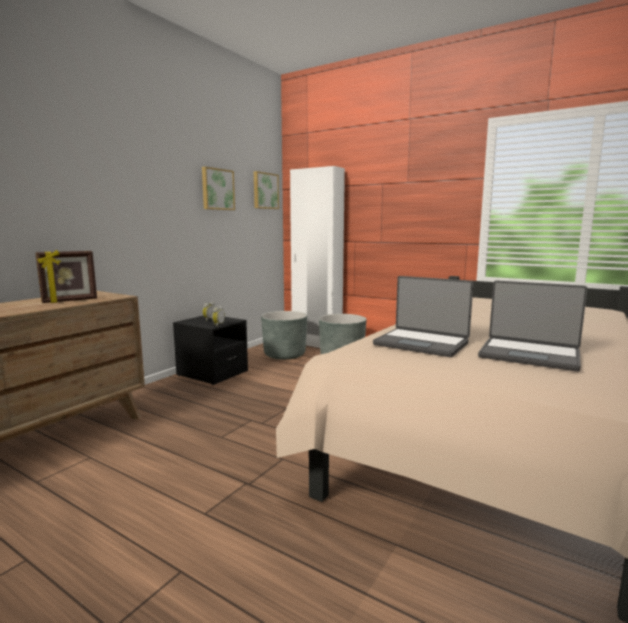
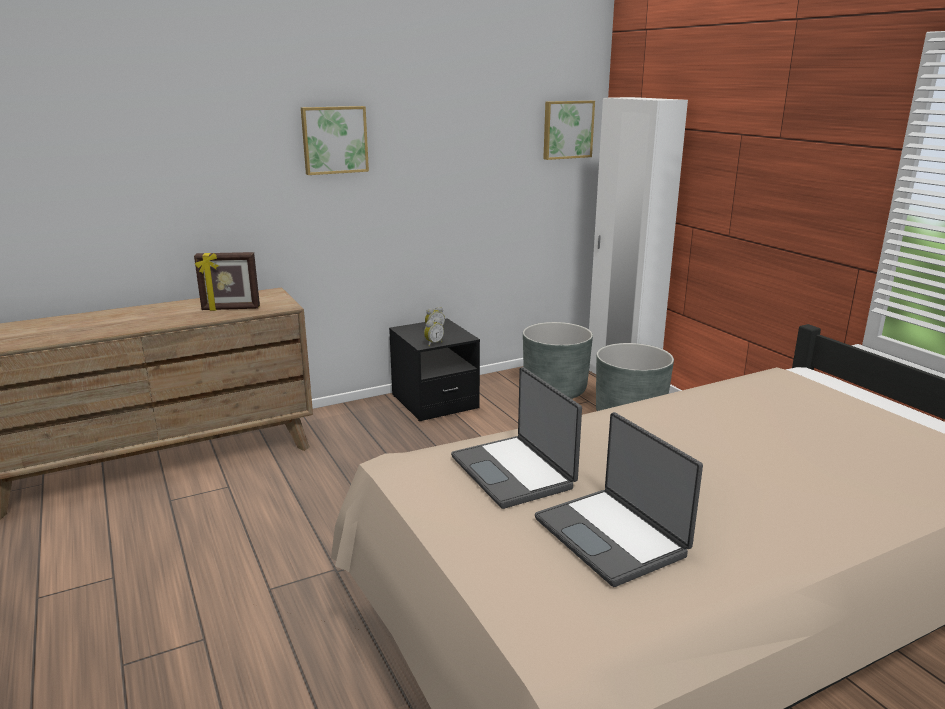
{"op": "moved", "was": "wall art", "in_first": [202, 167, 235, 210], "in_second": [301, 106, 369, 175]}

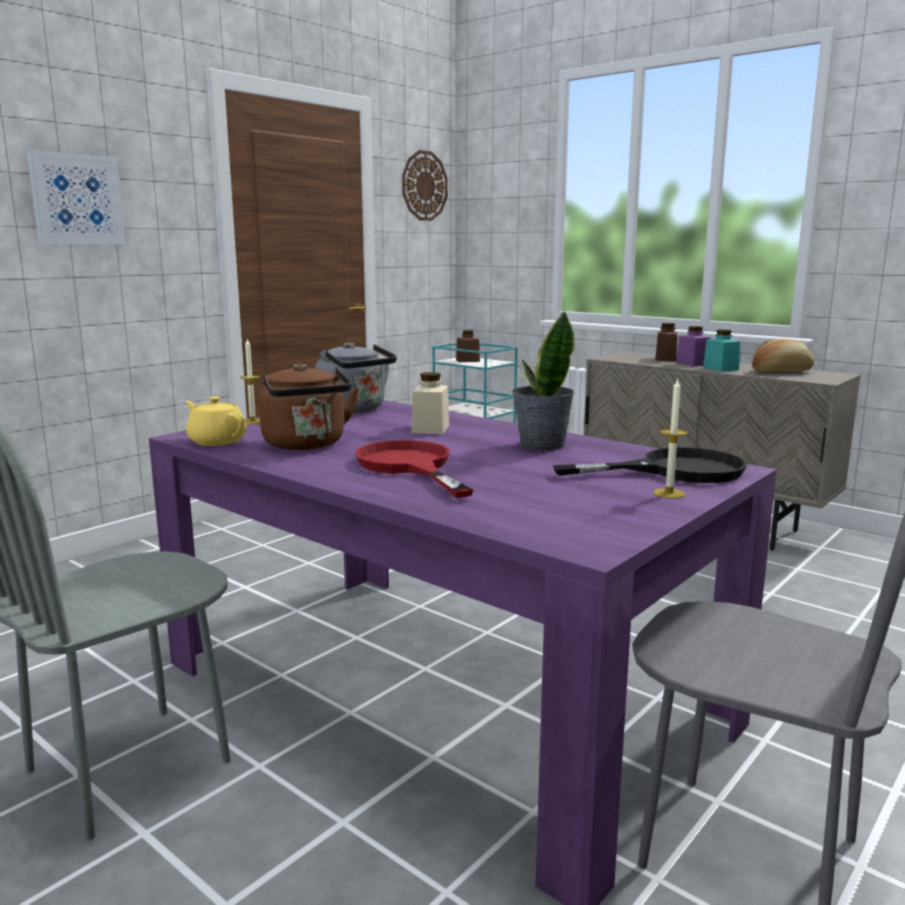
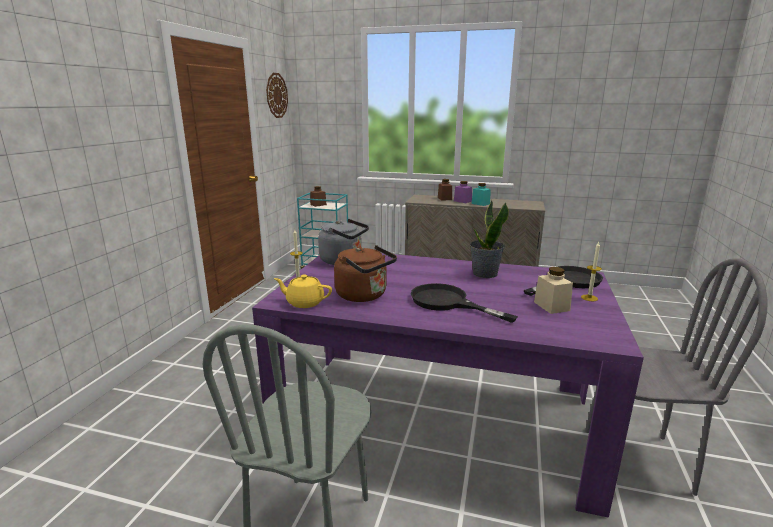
{"op": "recoloured", "was": "skillet (reddish)", "now": "skillet (black)", "in_first": [355, 440, 473, 498], "in_second": [411, 283, 518, 323]}
{"op": "moved", "was": "jar (beige)", "in_first": [411, 372, 449, 434], "in_second": [534, 267, 573, 314]}
{"op": "removed", "was": "wall art", "in_first": [27, 150, 126, 244]}
{"op": "removed", "was": "bakery bread", "in_first": [752, 339, 814, 373]}

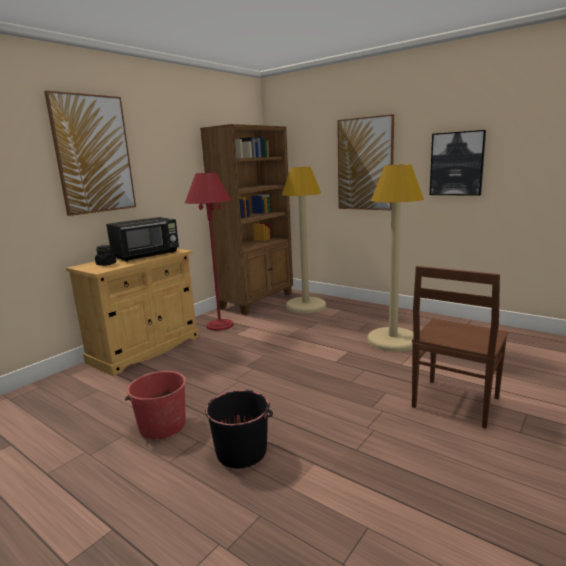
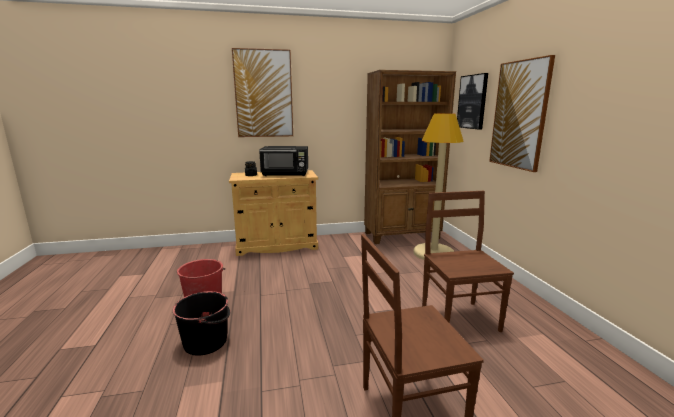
{"op": "replaced", "was": "standard lamp (beige)", "now": "upright chair (brown)", "in_first": [367, 164, 424, 352], "in_second": [422, 191, 514, 332]}
{"op": "moved", "was": "wall art", "in_first": [430, 130, 486, 196], "in_second": [457, 73, 488, 130]}
{"op": "removed", "was": "standard lamp (reddish)", "in_first": [185, 172, 233, 331]}

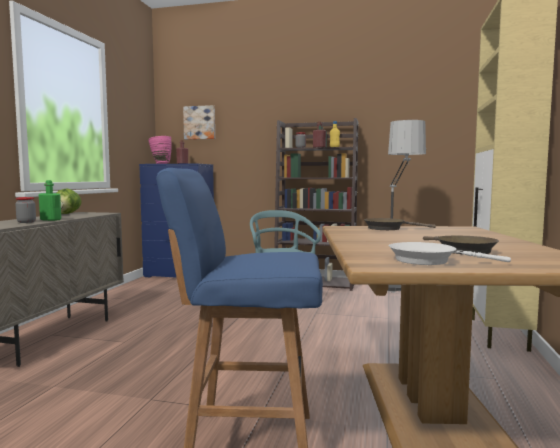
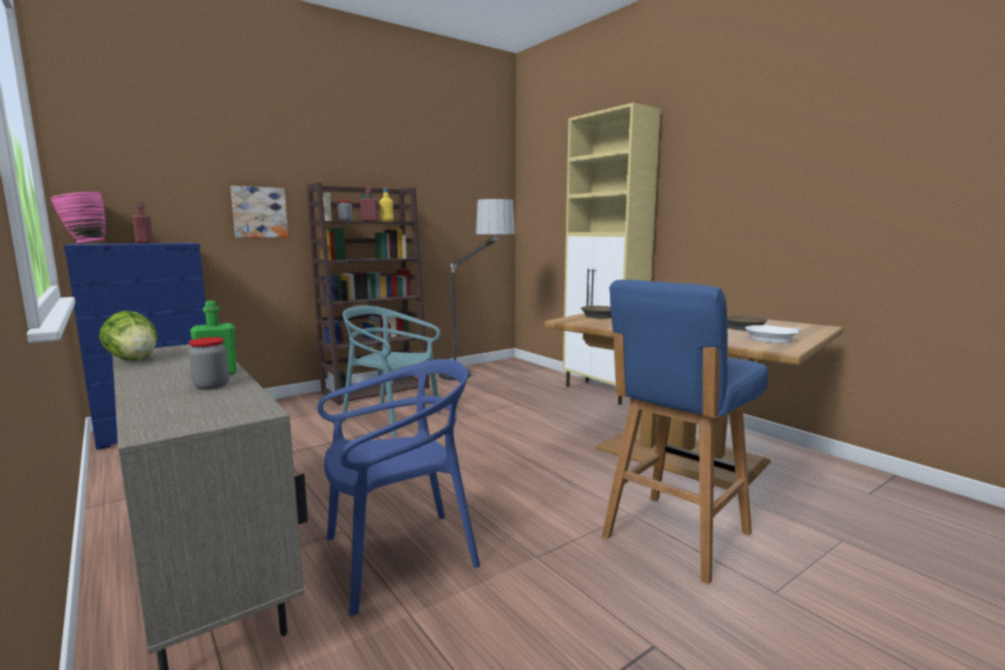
{"op": "moved", "was": "wall art", "in_first": [183, 105, 215, 140], "in_second": [231, 186, 288, 238]}
{"op": "added", "now": "upright chair (blue-coloured)", "in_second": [317, 359, 480, 615]}

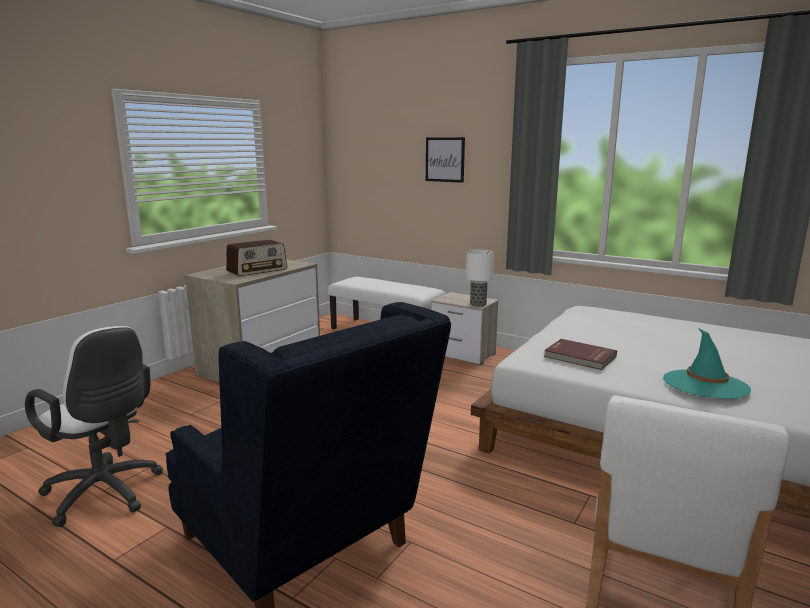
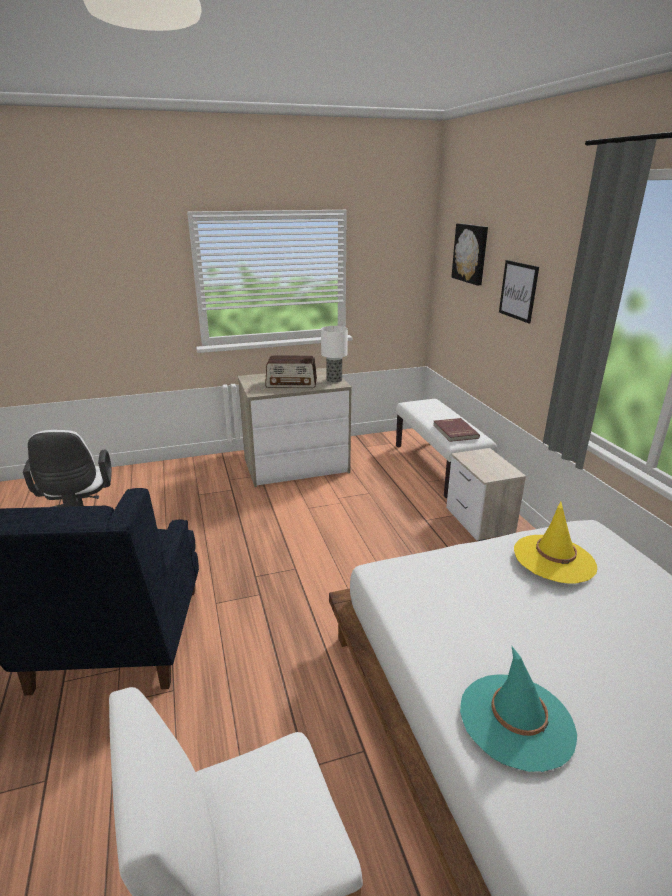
{"op": "moved", "was": "tabletop lamp", "in_first": [466, 249, 494, 307], "in_second": [321, 326, 348, 383]}
{"op": "moved", "was": "book (reddish)", "in_first": [544, 339, 617, 370], "in_second": [433, 418, 480, 442]}
{"op": "added", "now": "wall art", "in_second": [451, 223, 488, 285]}
{"op": "added", "now": "hat (yellow)", "in_second": [514, 501, 597, 584]}

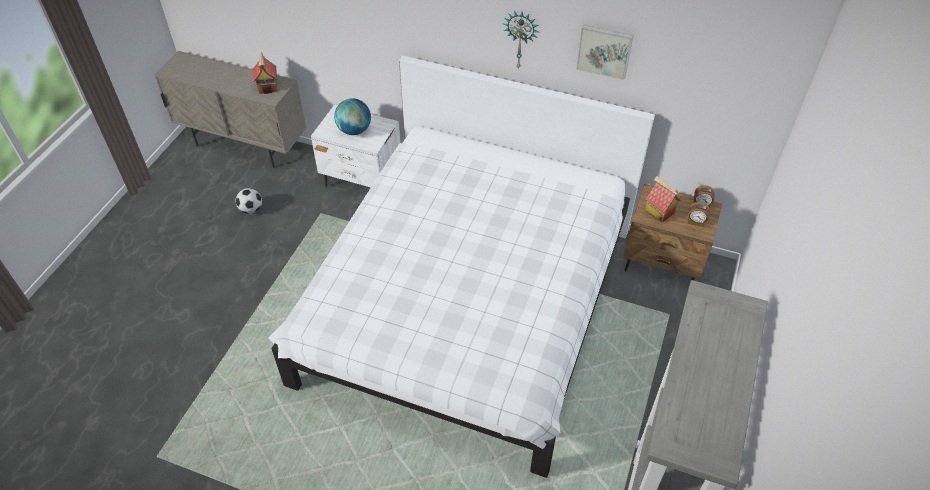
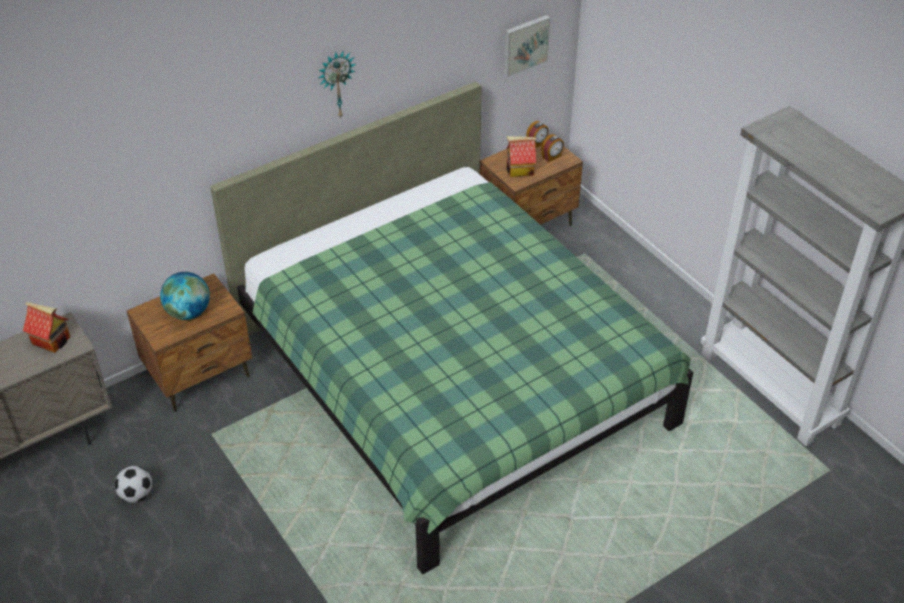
{"op": "recoloured", "was": "nightstand (white-coloured)", "now": "nightstand (brown)", "in_first": [311, 105, 400, 187], "in_second": [127, 274, 252, 412]}
{"op": "recoloured", "was": "bedroom bed (white-coloured)", "now": "bedroom bed (greenish)", "in_first": [269, 56, 655, 478], "in_second": [210, 82, 693, 574]}
{"op": "moved", "was": "wall art", "in_first": [576, 24, 633, 80], "in_second": [504, 15, 550, 77]}

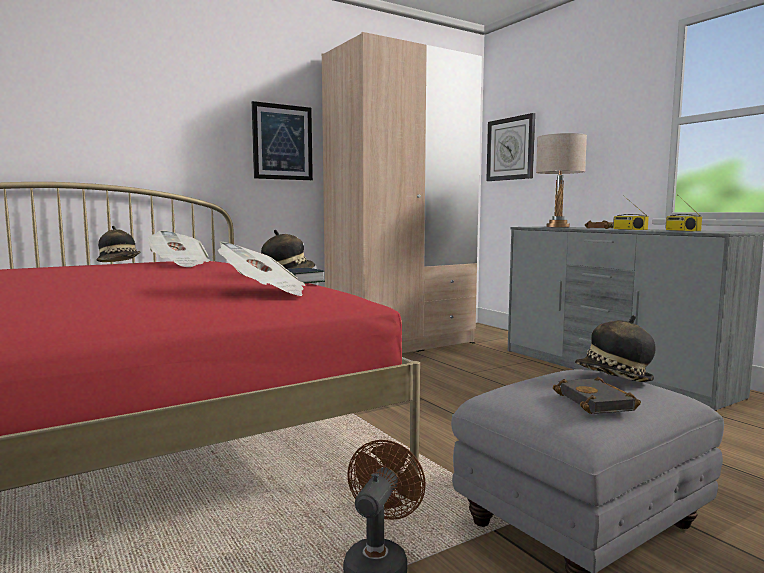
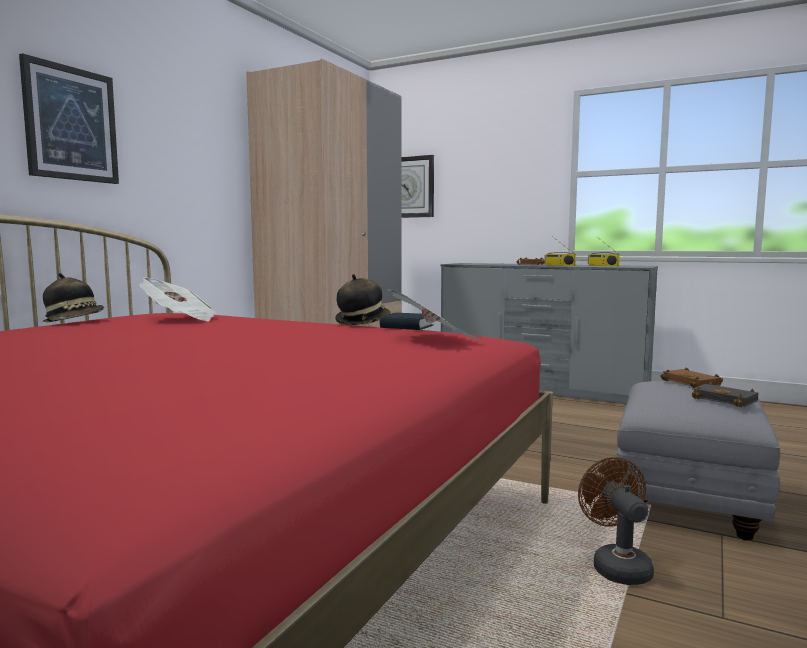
{"op": "moved", "was": "wall art", "in_first": [252, 101, 313, 180], "in_second": [19, 53, 119, 184]}
{"op": "replaced", "was": "hat", "now": "book (brown)", "in_first": [575, 315, 655, 382], "in_second": [660, 367, 723, 388]}
{"op": "removed", "was": "tabletop lamp (beige)", "in_first": [536, 133, 587, 227]}

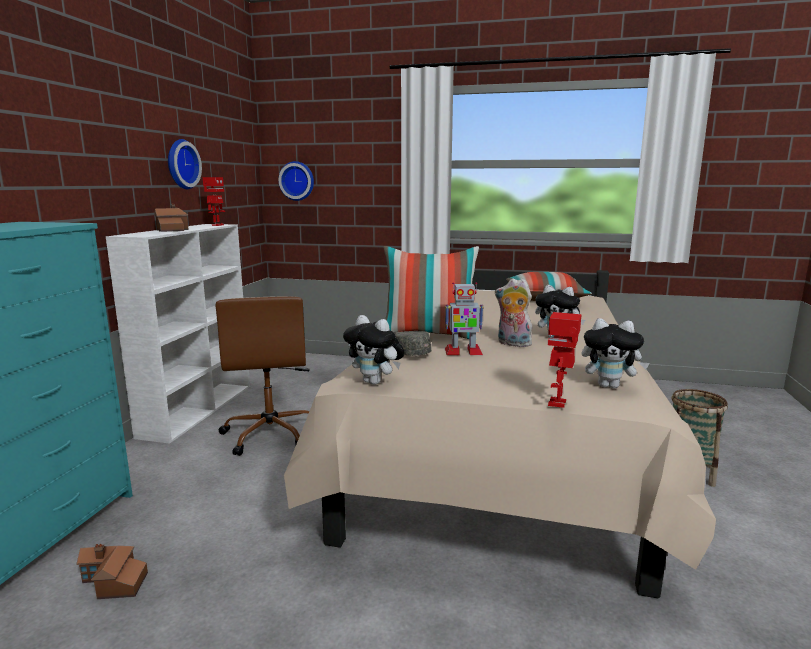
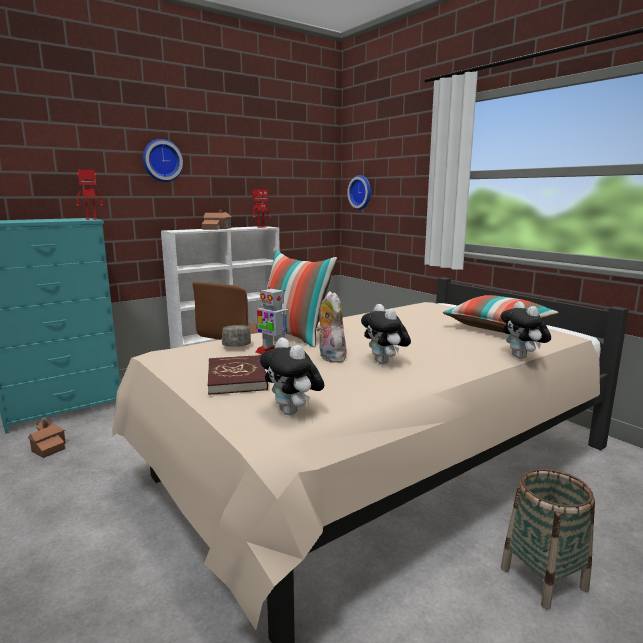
{"op": "moved", "was": "toy robot", "in_first": [548, 312, 582, 408], "in_second": [76, 170, 104, 220]}
{"op": "moved", "was": "wall clock", "in_first": [168, 139, 202, 189], "in_second": [143, 139, 183, 182]}
{"op": "added", "now": "book (reddish)", "in_second": [207, 355, 268, 395]}
{"op": "moved", "was": "cuddly toy", "in_first": [343, 315, 405, 385], "in_second": [500, 301, 551, 359]}

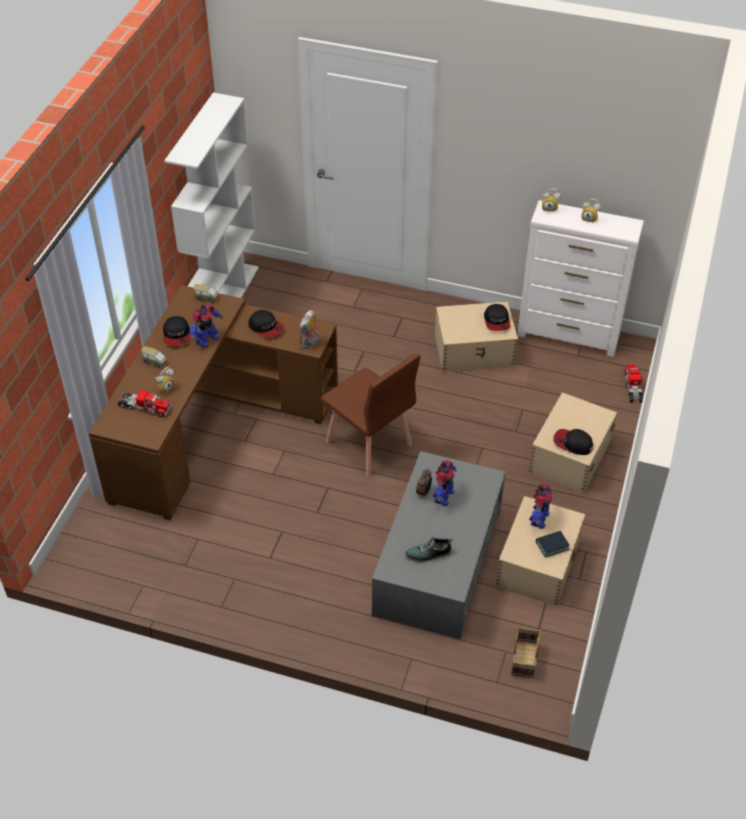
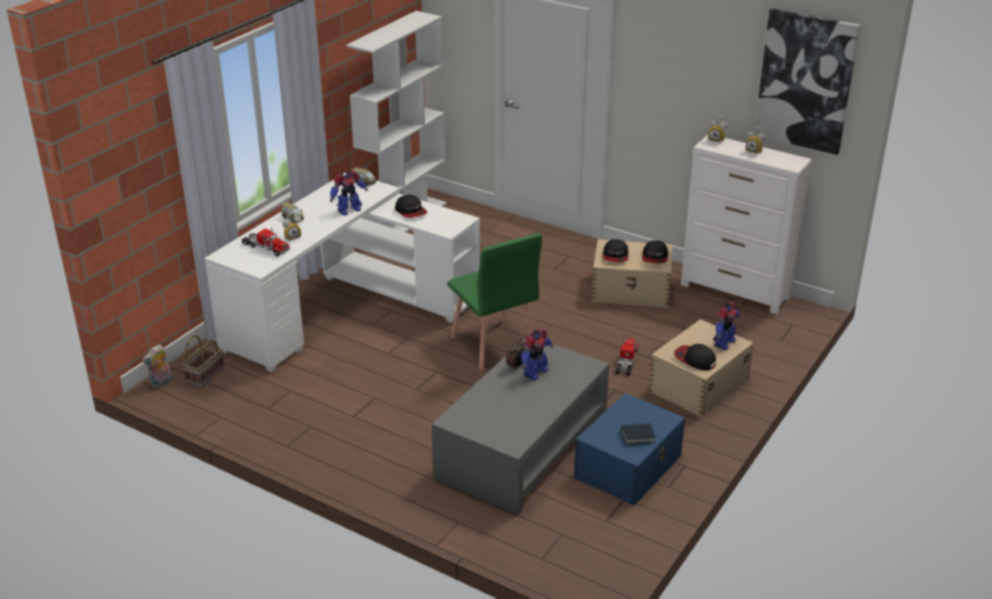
{"op": "moved", "was": "cuddly toy", "in_first": [299, 310, 319, 349], "in_second": [142, 345, 172, 388]}
{"op": "moved", "was": "household basket", "in_first": [511, 626, 541, 678], "in_second": [182, 335, 224, 388]}
{"op": "recoloured", "was": "desk table (brown)", "now": "desk table (white-coloured)", "in_first": [88, 285, 338, 520], "in_second": [204, 172, 480, 372]}
{"op": "recoloured", "was": "upright chair (brown)", "now": "upright chair (greenish)", "in_first": [321, 353, 420, 477], "in_second": [447, 233, 542, 370]}
{"op": "recoloured", "was": "storage container (beige)", "now": "storage container (blue-coloured)", "in_first": [495, 496, 585, 606], "in_second": [574, 393, 685, 506]}
{"op": "moved", "was": "cap", "in_first": [163, 316, 190, 346], "in_second": [603, 239, 628, 262]}
{"op": "moved", "was": "toy lorry", "in_first": [624, 363, 643, 403], "in_second": [616, 338, 639, 376]}
{"op": "moved", "was": "toy robot", "in_first": [529, 483, 552, 529], "in_second": [713, 301, 740, 350]}
{"op": "added", "now": "wall art", "in_second": [754, 8, 860, 155]}
{"op": "removed", "was": "low shoe", "in_first": [405, 537, 452, 562]}

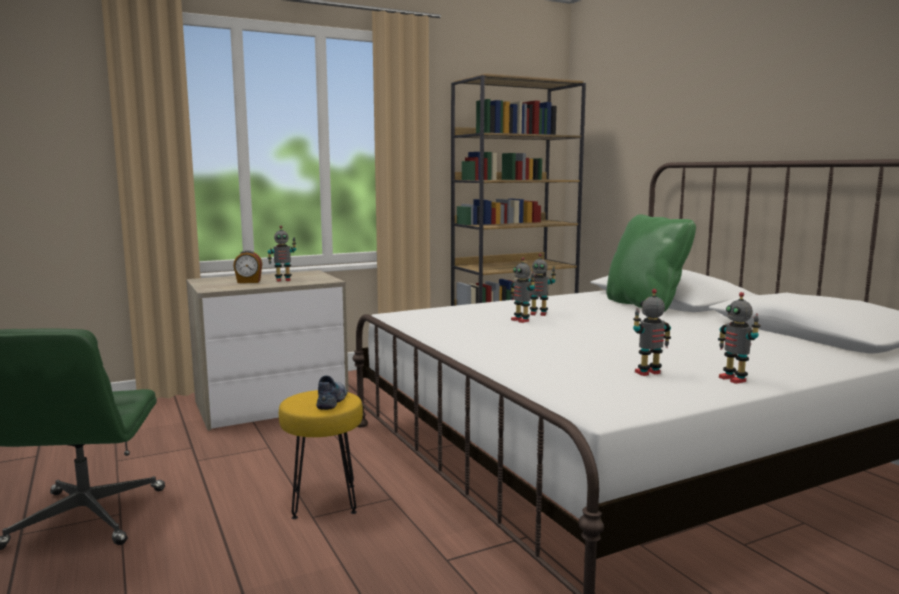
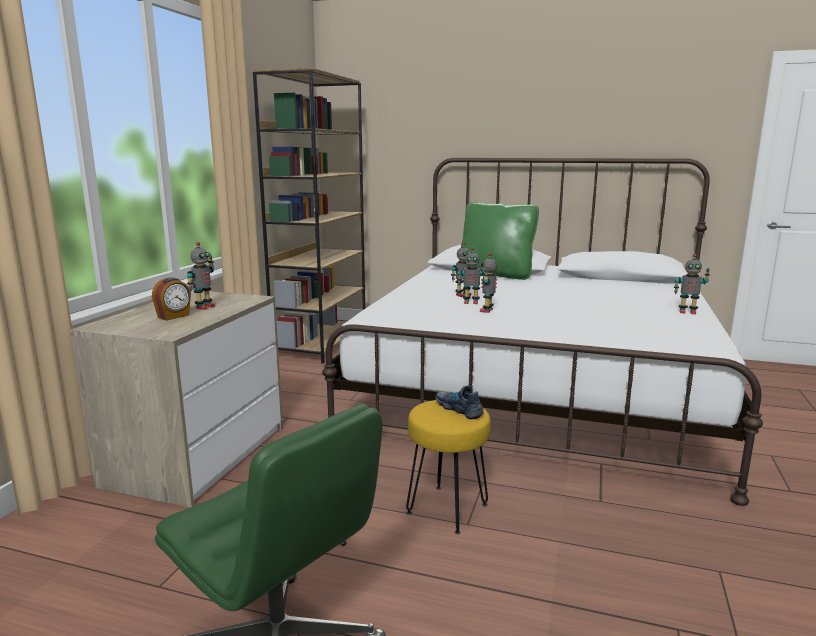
{"op": "moved", "was": "toy robot", "in_first": [633, 289, 671, 376], "in_second": [480, 253, 497, 313]}

